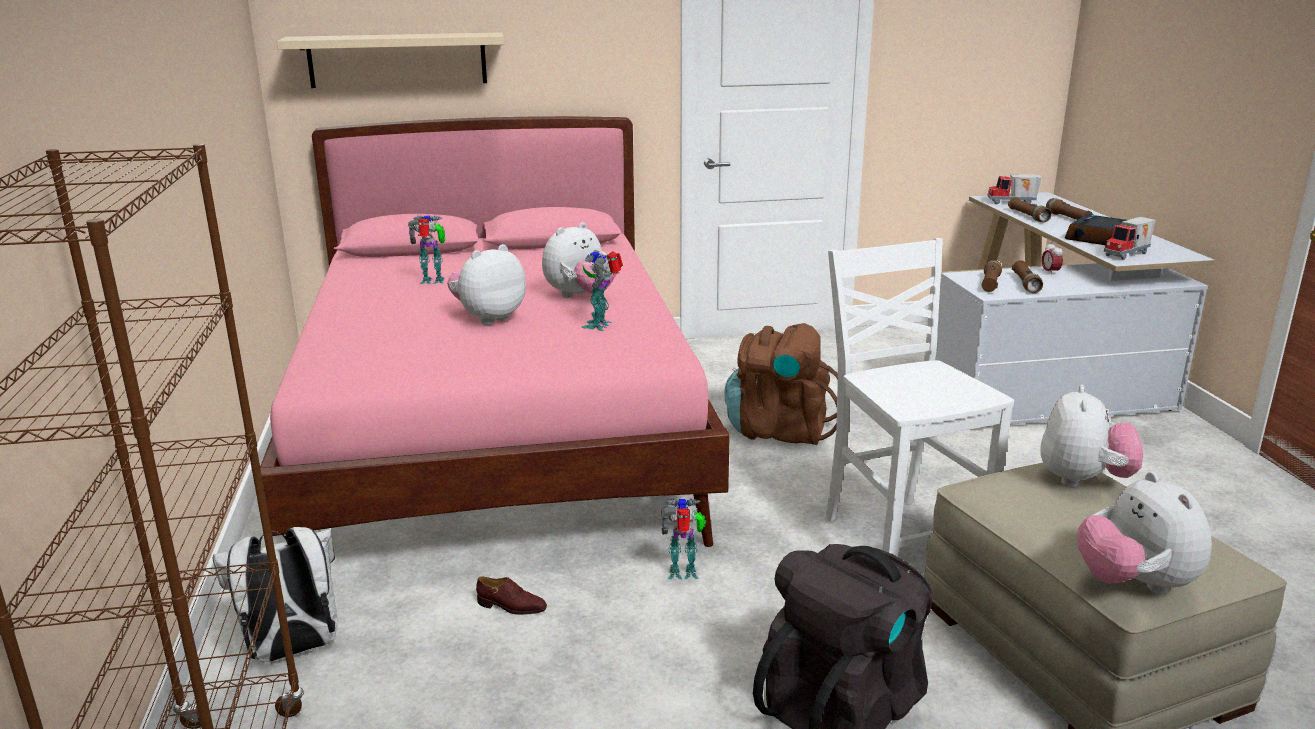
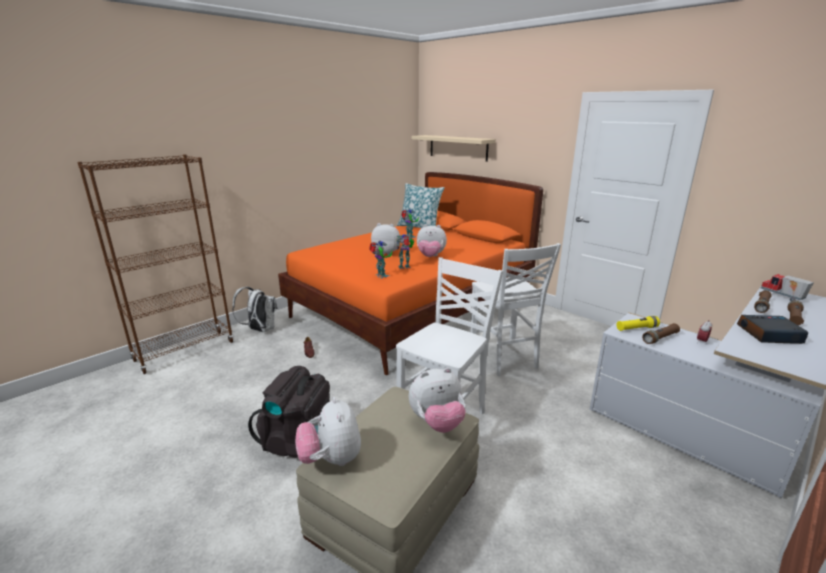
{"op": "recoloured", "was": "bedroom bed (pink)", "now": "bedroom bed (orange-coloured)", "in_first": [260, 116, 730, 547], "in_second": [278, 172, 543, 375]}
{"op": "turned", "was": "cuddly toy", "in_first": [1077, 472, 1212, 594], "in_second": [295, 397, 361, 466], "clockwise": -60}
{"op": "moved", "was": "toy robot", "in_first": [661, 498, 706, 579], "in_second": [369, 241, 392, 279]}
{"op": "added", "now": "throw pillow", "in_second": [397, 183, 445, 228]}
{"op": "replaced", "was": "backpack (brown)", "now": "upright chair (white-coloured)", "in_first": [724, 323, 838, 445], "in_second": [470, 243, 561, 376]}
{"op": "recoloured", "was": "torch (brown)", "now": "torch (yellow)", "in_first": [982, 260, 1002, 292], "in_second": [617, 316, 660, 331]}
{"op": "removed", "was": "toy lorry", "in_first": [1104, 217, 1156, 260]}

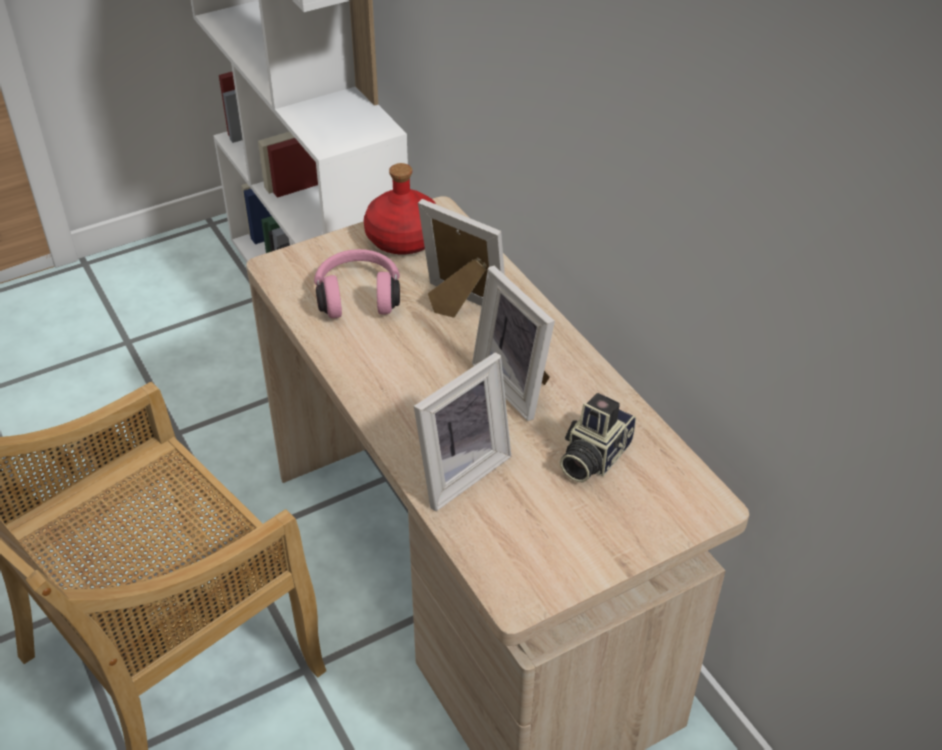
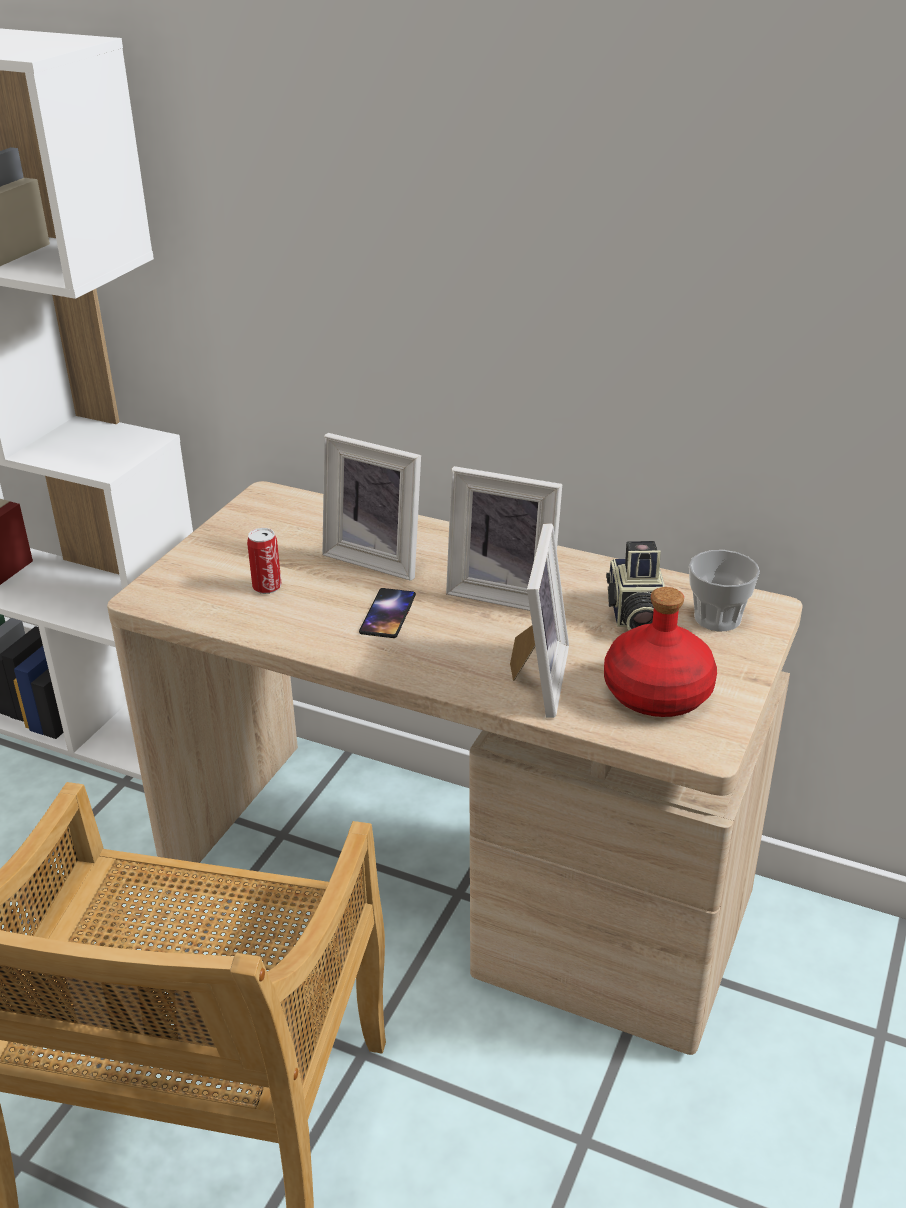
{"op": "replaced", "was": "pair of headphones (pink)", "now": "metal can", "in_first": [314, 249, 400, 318], "in_second": [247, 528, 282, 594]}
{"op": "turned", "was": "standing frame", "in_first": [418, 199, 505, 318], "in_second": [322, 433, 421, 581], "clockwise": -150}
{"op": "added", "now": "handset", "in_second": [359, 588, 416, 638]}
{"op": "moved", "was": "bottle (reddish)", "in_first": [364, 163, 437, 254], "in_second": [604, 587, 717, 717]}
{"op": "added", "now": "cup", "in_second": [689, 550, 760, 631]}

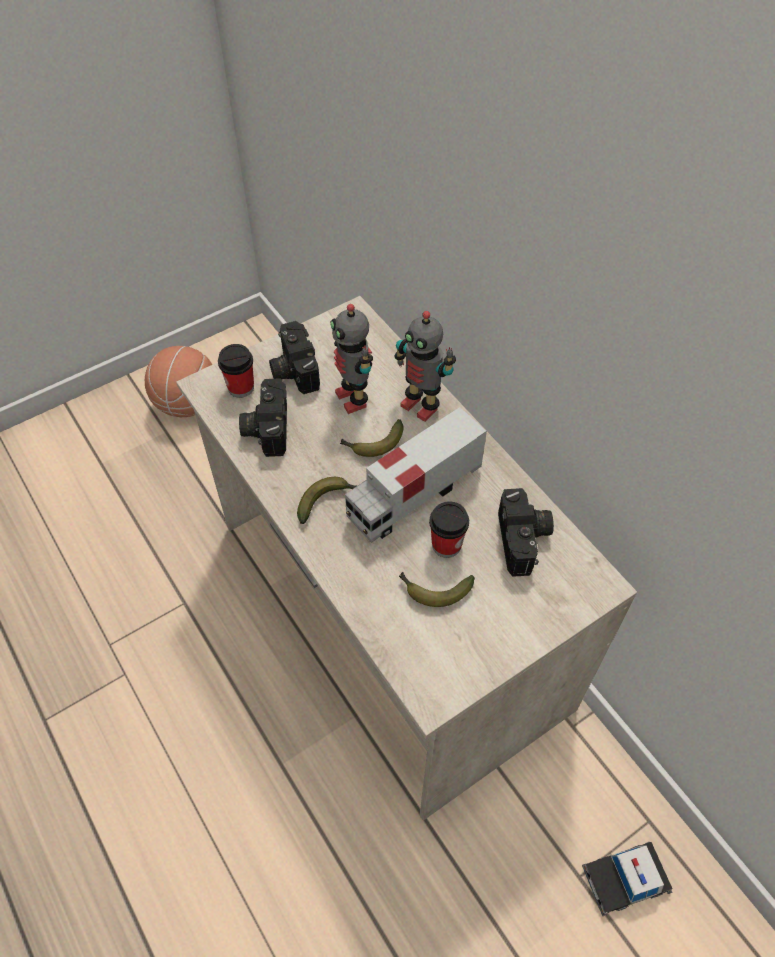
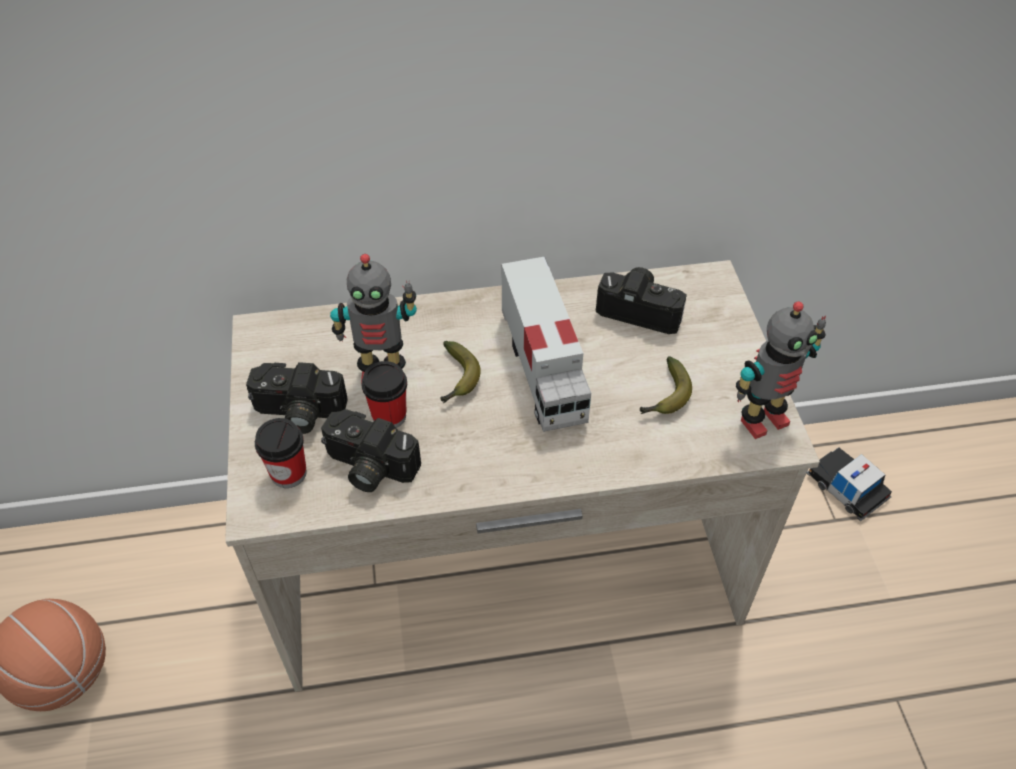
{"op": "moved", "was": "cup", "in_first": [429, 501, 469, 558], "in_second": [361, 361, 407, 428]}
{"op": "moved", "was": "toy robot", "in_first": [394, 311, 456, 422], "in_second": [736, 301, 826, 439]}
{"op": "turned", "was": "miniature car", "in_first": [582, 842, 673, 916], "in_second": [807, 448, 892, 521], "clockwise": 135}
{"op": "removed", "was": "banana fruit", "in_first": [297, 477, 356, 524]}

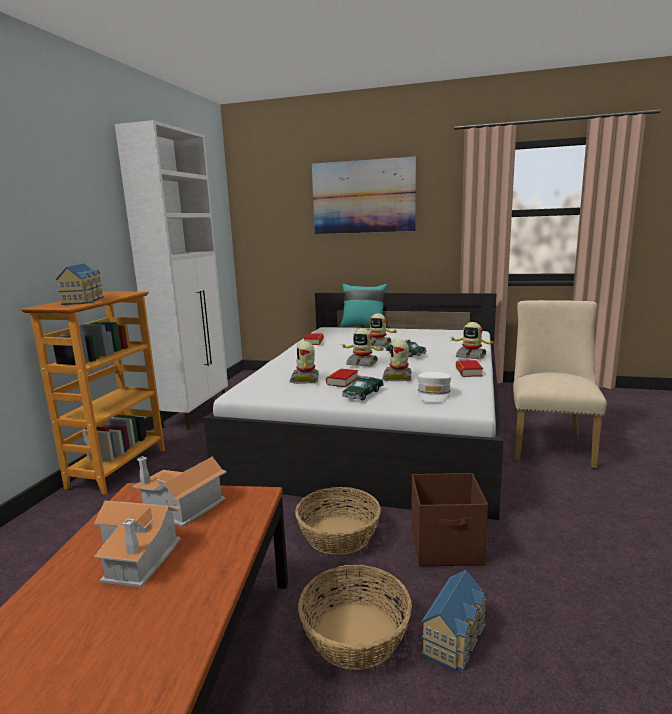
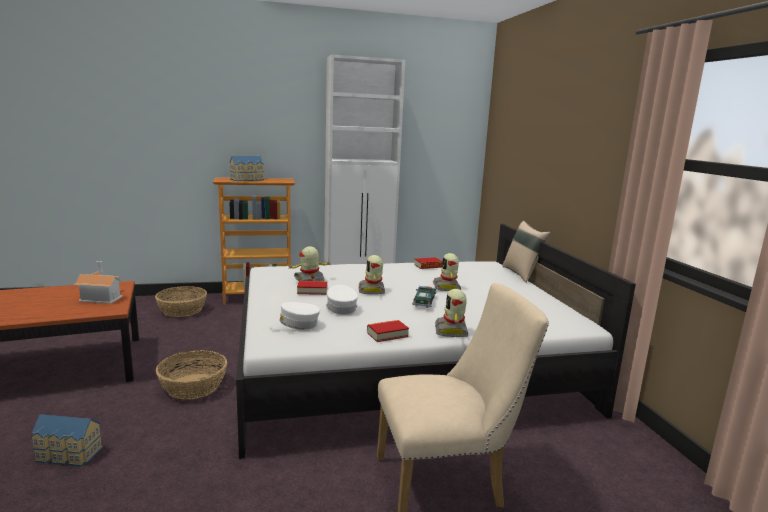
{"op": "moved", "was": "household basket", "in_first": [298, 565, 412, 670], "in_second": [155, 286, 207, 317]}
{"op": "replaced", "was": "toy robot", "now": "cap (white-coloured)", "in_first": [383, 339, 412, 381], "in_second": [326, 285, 358, 315]}
{"op": "recoloured", "was": "throw pillow (turquoise-coloured)", "now": "throw pillow (beige)", "in_first": [340, 284, 387, 327], "in_second": [502, 221, 551, 283]}
{"op": "removed", "was": "miniature house", "in_first": [94, 501, 181, 587]}
{"op": "removed", "was": "wall art", "in_first": [312, 157, 416, 234]}
{"op": "removed", "was": "miniature car", "in_first": [342, 375, 384, 400]}
{"op": "removed", "was": "storage container (brown)", "in_first": [412, 473, 488, 566]}

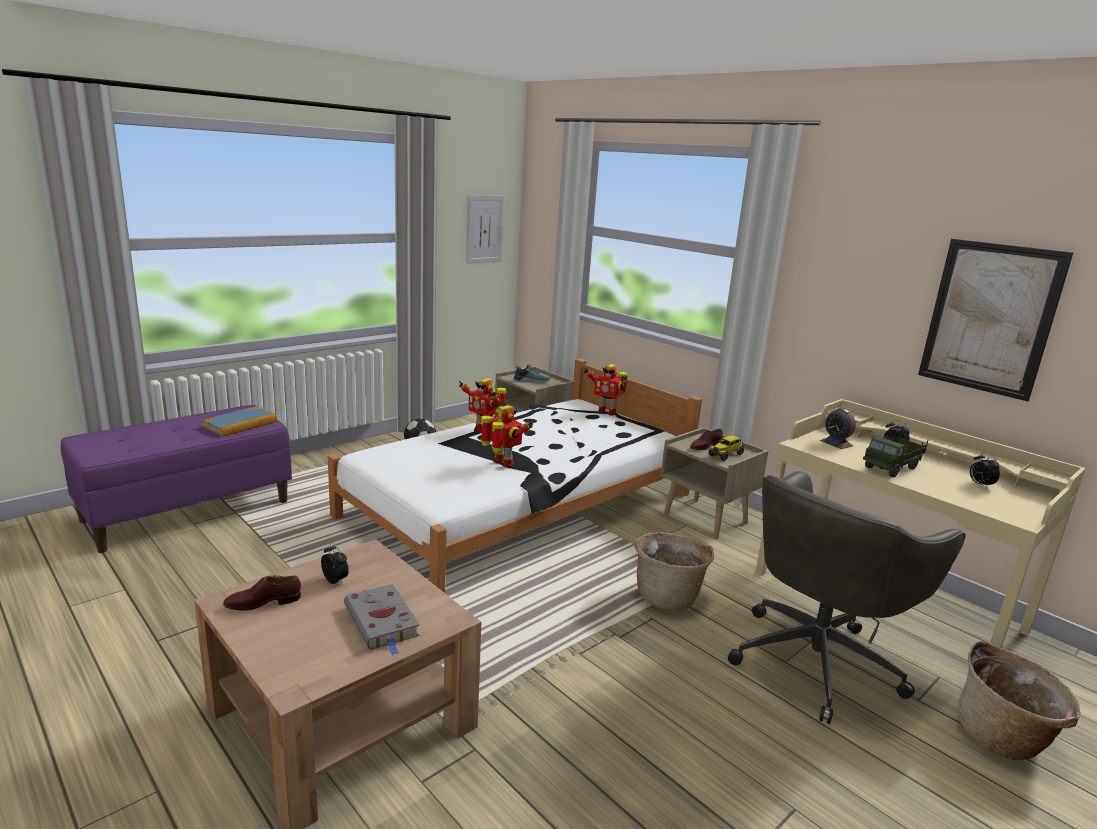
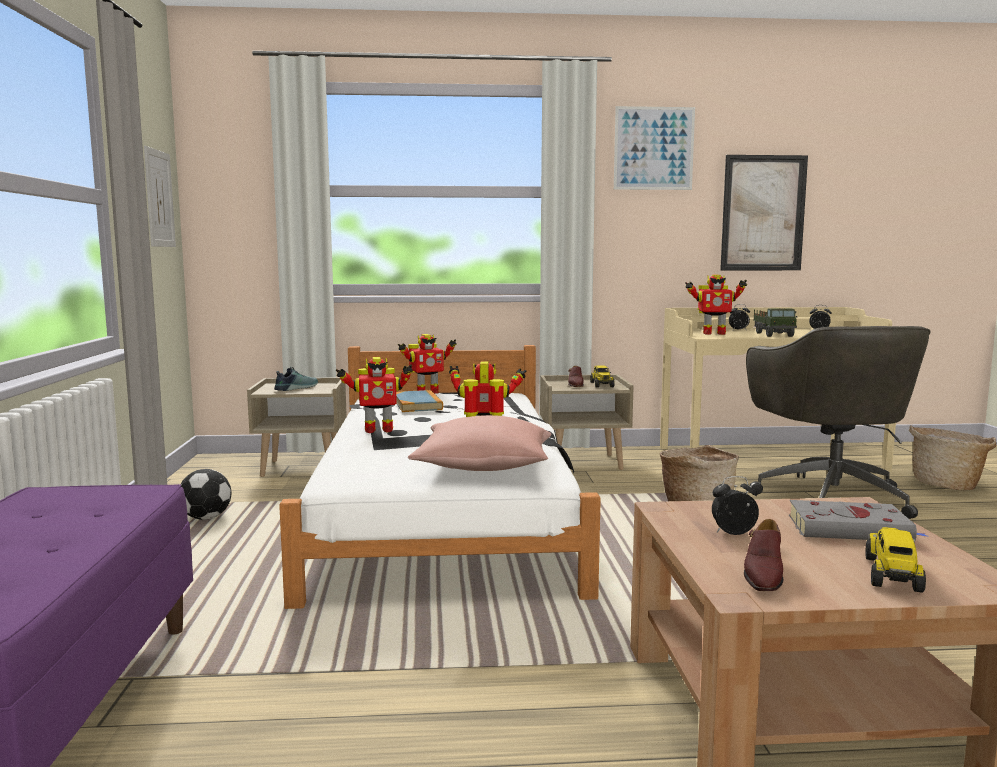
{"op": "moved", "was": "book", "in_first": [202, 407, 277, 437], "in_second": [396, 390, 443, 412]}
{"op": "added", "now": "throw pillow (pink)", "in_second": [408, 415, 551, 471]}
{"op": "added", "now": "wall art", "in_second": [614, 106, 695, 190]}
{"op": "replaced", "was": "table clock", "now": "toy robot", "in_first": [820, 408, 856, 449], "in_second": [685, 275, 747, 335]}
{"op": "added", "now": "toy lorry", "in_second": [865, 527, 926, 593]}

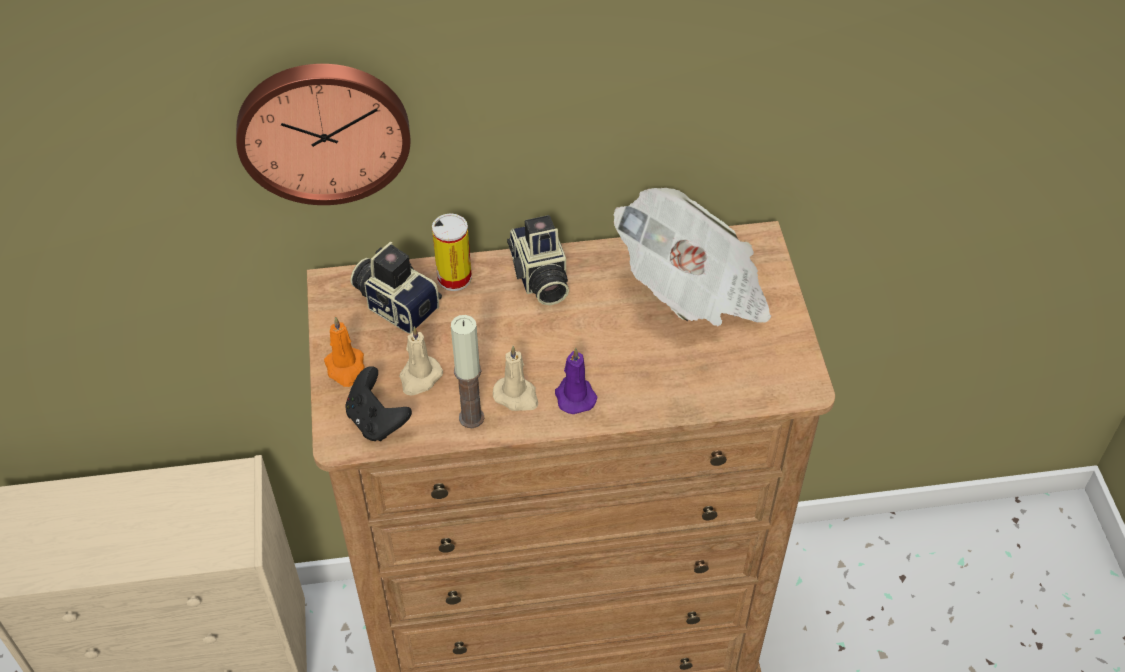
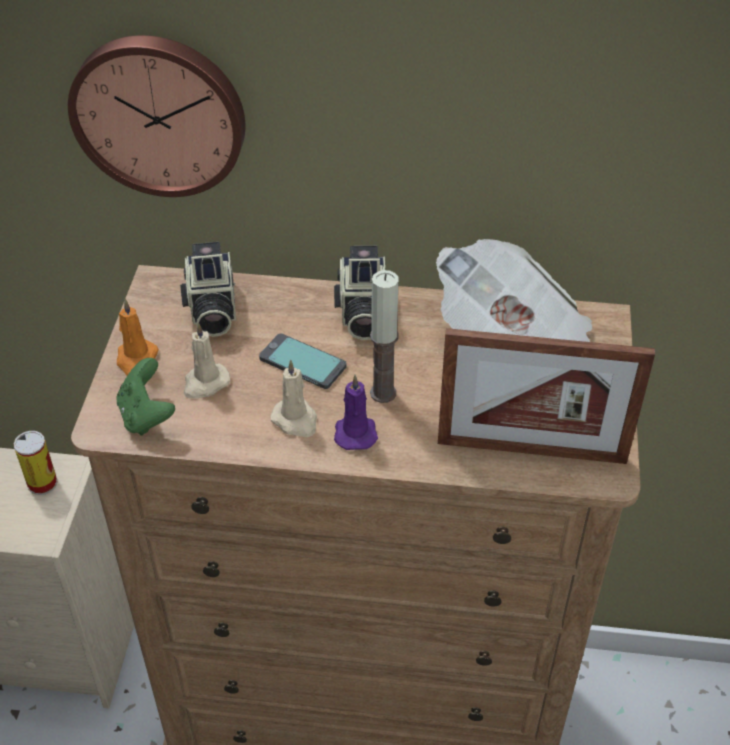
{"op": "moved", "was": "metal can", "in_first": [432, 213, 472, 291], "in_second": [14, 431, 57, 495]}
{"op": "recoloured", "was": "gamepad (black)", "now": "gamepad (greenish)", "in_first": [345, 366, 412, 441], "in_second": [117, 358, 175, 436]}
{"op": "turned", "was": "photo camera", "in_first": [350, 241, 442, 334], "in_second": [180, 242, 236, 337], "clockwise": -150}
{"op": "added", "now": "handset", "in_second": [259, 333, 347, 389]}
{"op": "moved", "was": "candle", "in_first": [451, 315, 485, 428], "in_second": [370, 270, 399, 403]}
{"op": "added", "now": "standing frame", "in_second": [438, 328, 655, 464]}

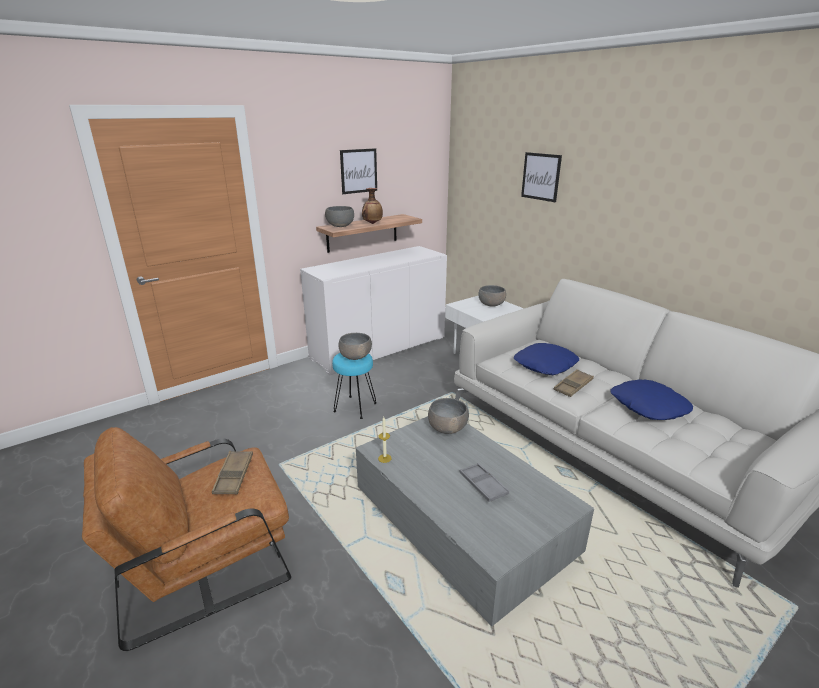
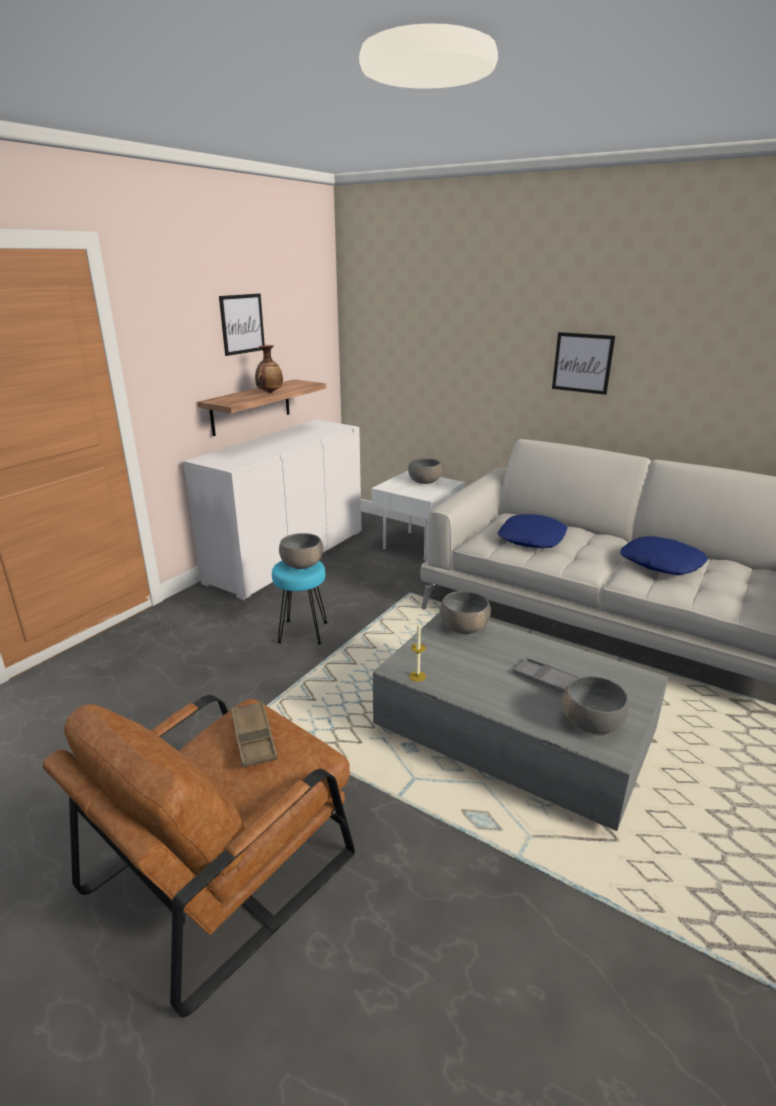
{"op": "moved", "was": "wall art", "in_first": [521, 152, 562, 202], "in_second": [552, 332, 615, 395]}
{"op": "moved", "was": "deep dish (grey)", "in_first": [325, 206, 354, 227], "in_second": [562, 676, 629, 735]}
{"op": "removed", "was": "tray (brown)", "in_first": [553, 369, 594, 397]}

